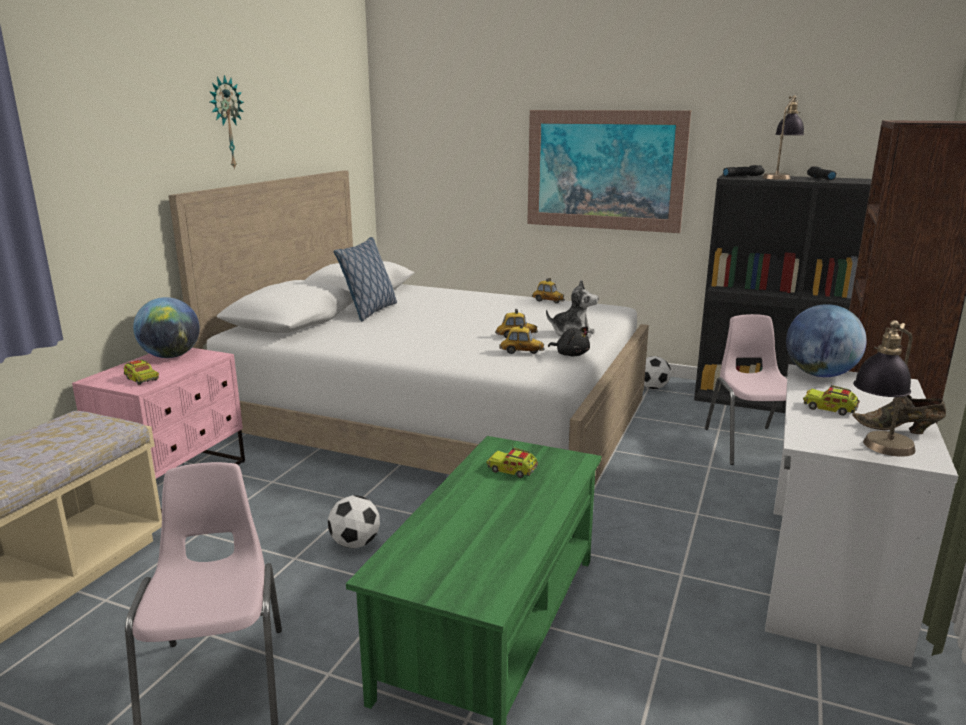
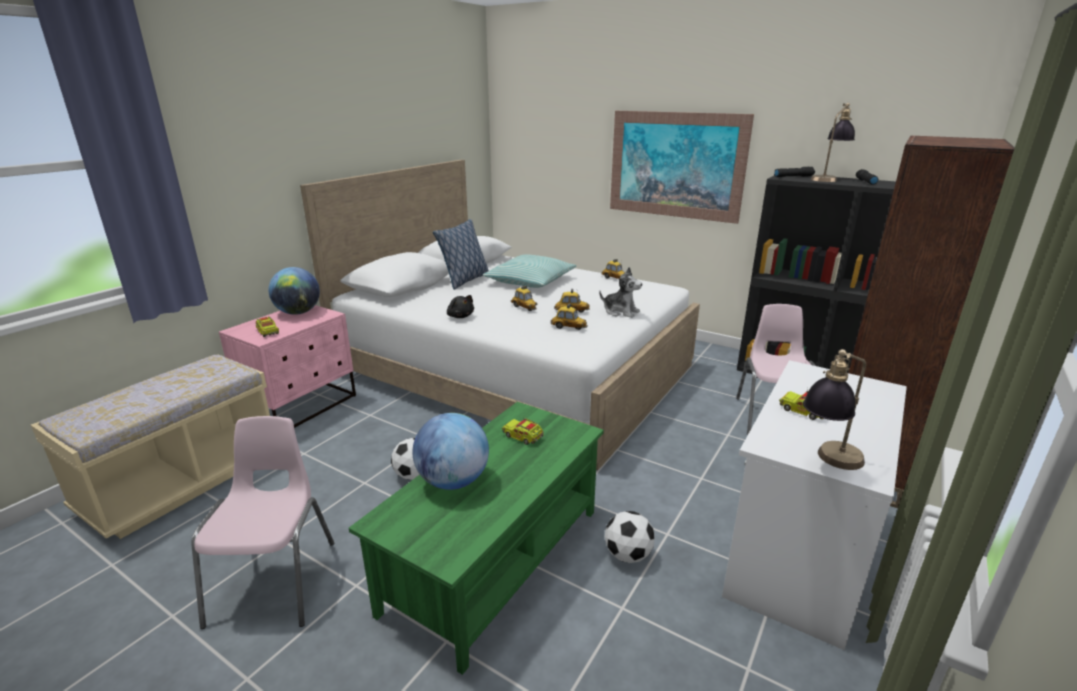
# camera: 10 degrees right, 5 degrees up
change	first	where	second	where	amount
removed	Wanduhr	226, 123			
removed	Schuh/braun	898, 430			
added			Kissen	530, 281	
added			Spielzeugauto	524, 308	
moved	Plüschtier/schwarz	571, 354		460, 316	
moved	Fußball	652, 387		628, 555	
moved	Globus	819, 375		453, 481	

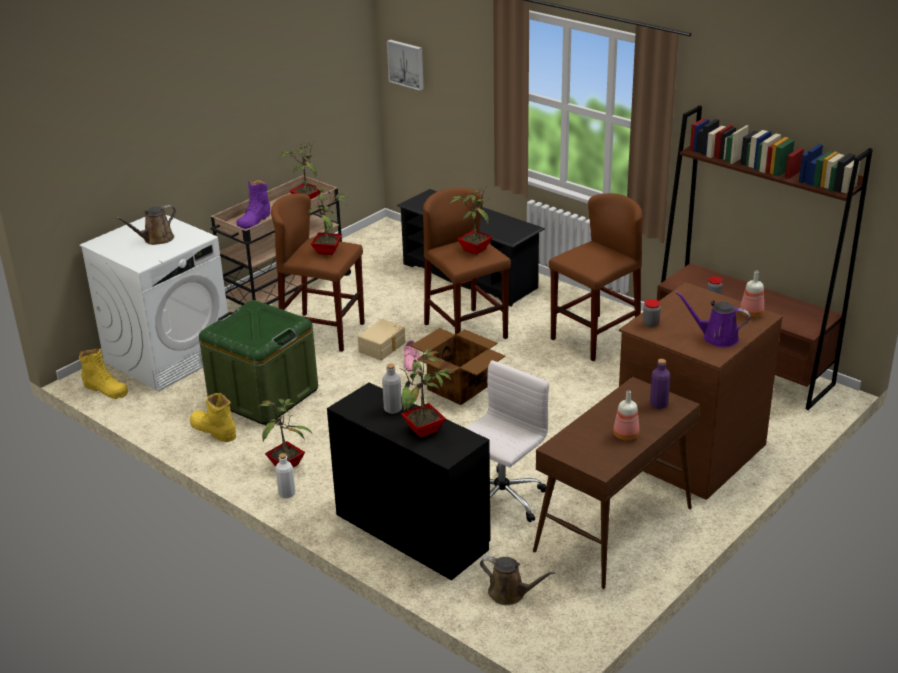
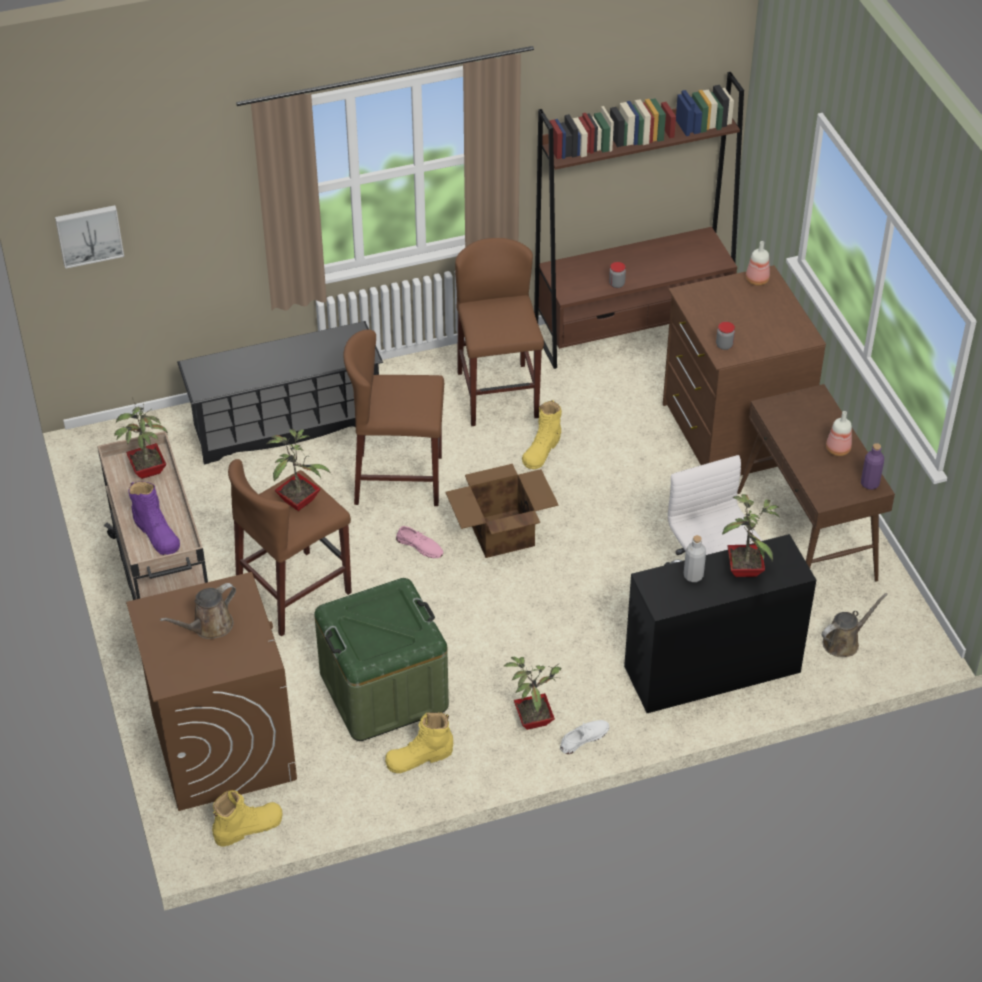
# camera: 60 degrees left, 15 degrees up
change	first	where	second	where	amount
removed	Aufbewahrungsbox/beige	383, 347			
removed	Topfpflanze	473, 249			
removed	Gießkanne/lila	716, 338			
added			Stiefel/gelb	542, 450	
moved	Flasche/lila	658, 404		869, 483	
replaced	Flasche/weiß	287, 493	Schuh/weiß	584, 738	
recoloured	Waschmaschine/weiß	169, 356	Waschmaschine/braun	222, 745	
turned	Gießkanne/braun	156, 239		209, 627	60 degrees clockwise

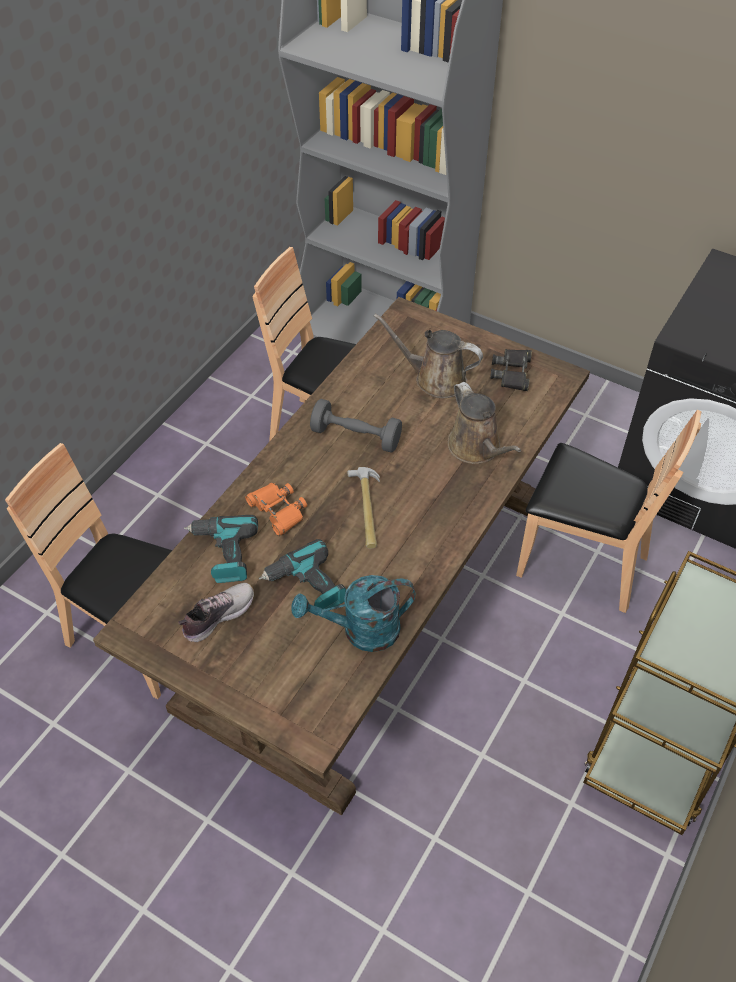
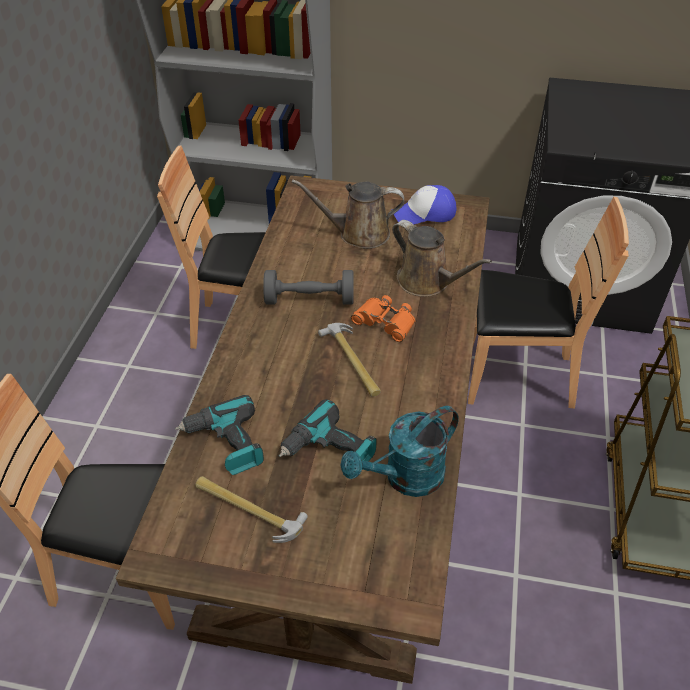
# camera: 20 degrees left, 5 degrees down
change	first	where	second	where	amount
moved	Fernglas/orange	278, 510		385, 322	
replaced	Schuh	217, 616	Hammer	248, 509	
replaced	Fernglas/schwarz	512, 373	Kappe	424, 214	

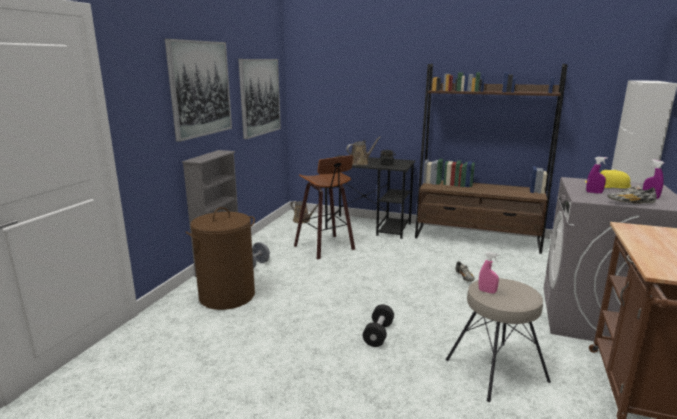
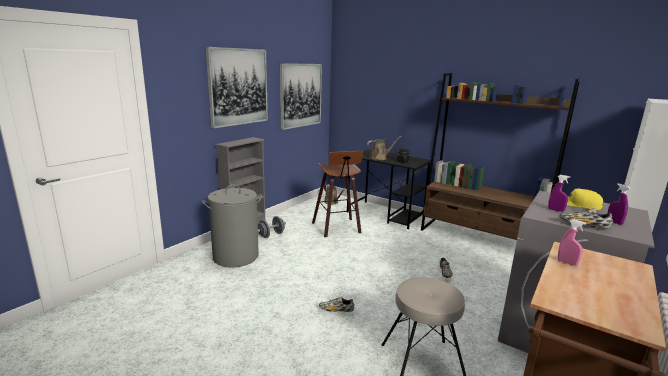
# camera: 15 degrees right, 0 degrees up
change	first	where	second	where	amount
moved	Sprühflasche/rosa	487, 291		567, 263	
replaced	Hantel/schwarz	378, 334	Schuh	336, 310	
recoloured	Wäschekorb/braun	227, 296	Wäschekorb/grau	235, 256	

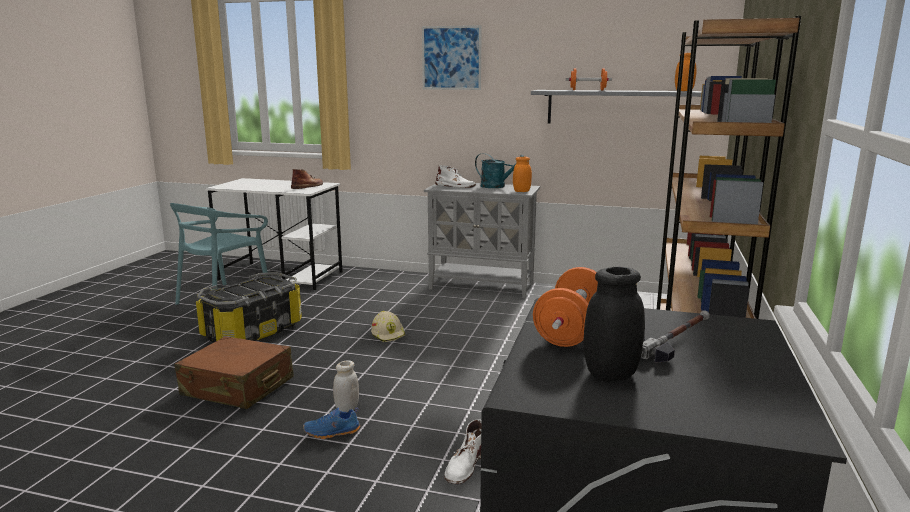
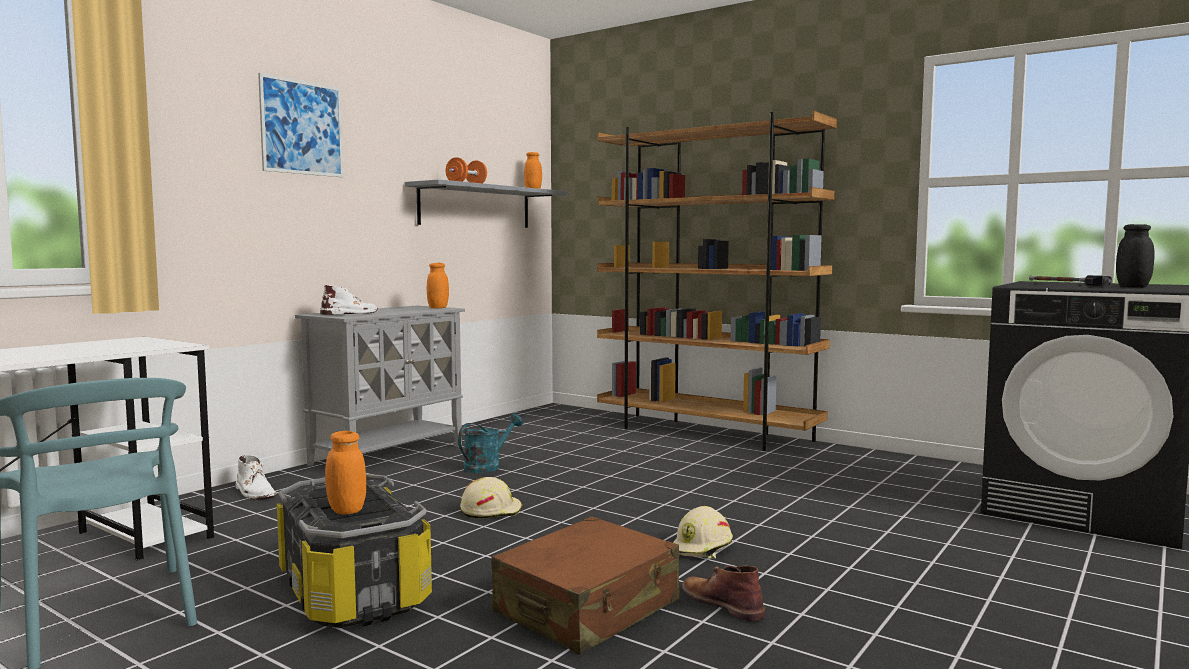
# camera: 70 degrees left, 10 degrees down
change	first	where	second	where	amount
removed	Schuh/blau	332, 433			
removed	Hantel/orange	571, 331			
added			Vorratsglas/orange	346, 510	
moved	Stiefel/braun	308, 186		722, 603	
moved	Stiefel/weiß	466, 465		255, 492	
moved	Gießkanne/türkis	497, 186		487, 466	
replaced	Vorratsglas/weiß	347, 408	Schutzhelm/beige	702, 548	

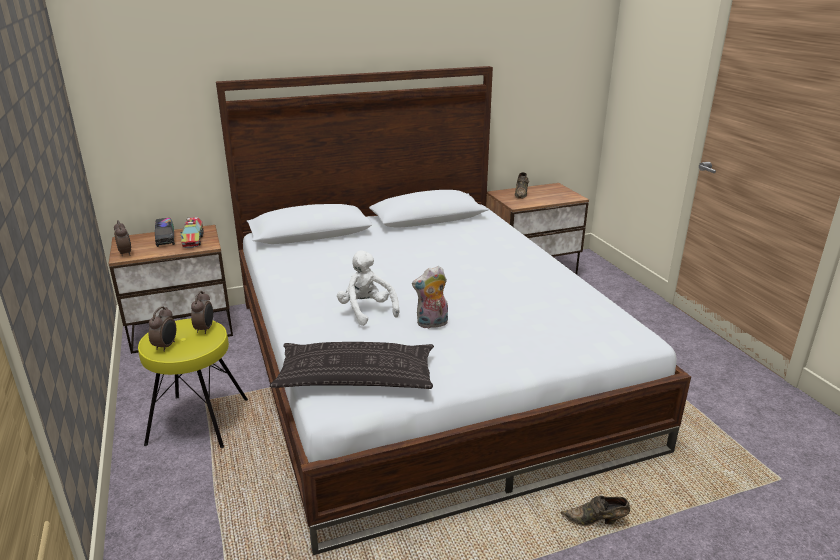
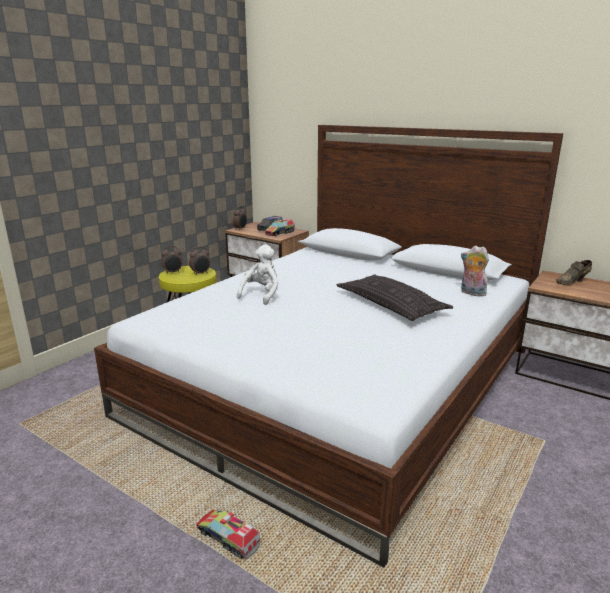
# camera: 55 degrees right, 5 degrees down
change	first	where	second	where	amount
moved	Kissen	355, 376		390, 304	
moved	Plüschtier	432, 324		471, 293	
replaced	Schuh/braun	596, 521	Spielzeuglaster	228, 538	

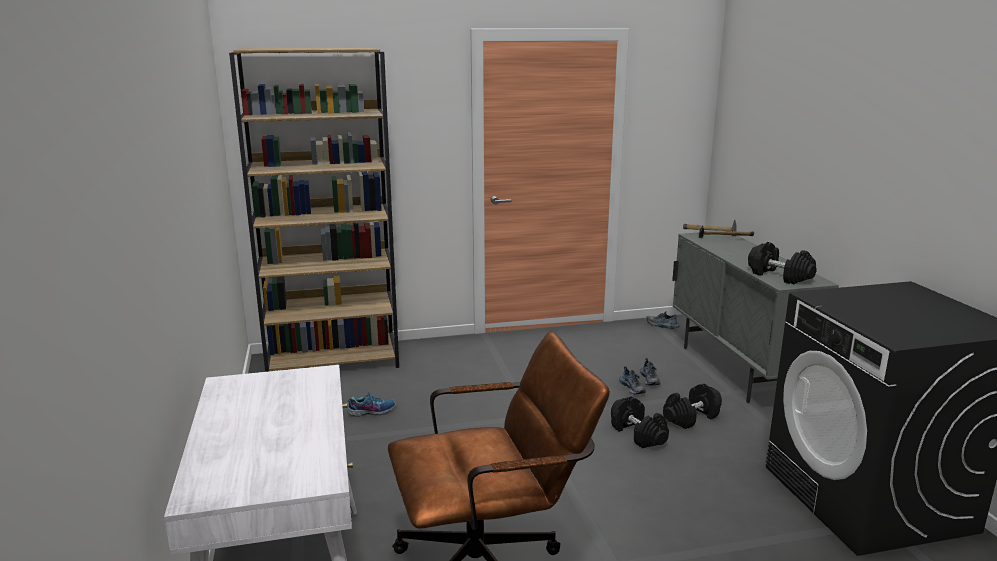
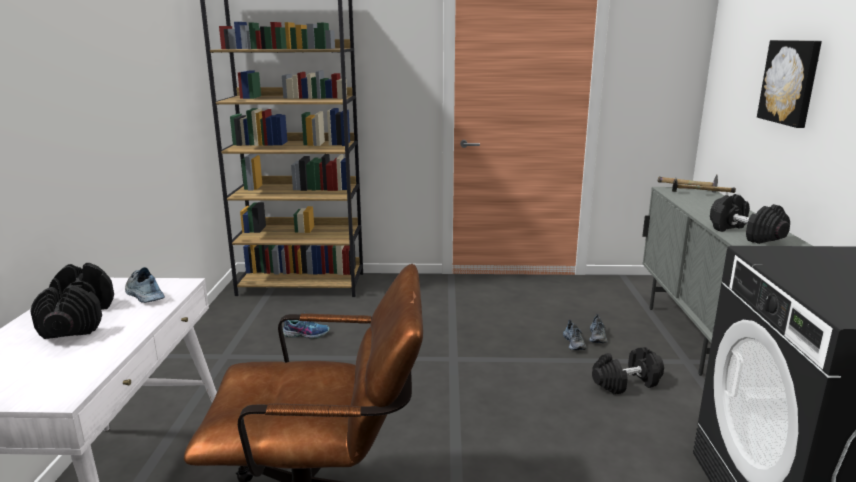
# camera: 15 degrees right, 0 degrees up
change	first	where	second	where	amount
added			Bild	791, 82	
moved	Hantel/schwarz	638, 434		79, 320	
moved	Schuh	662, 326		144, 295	

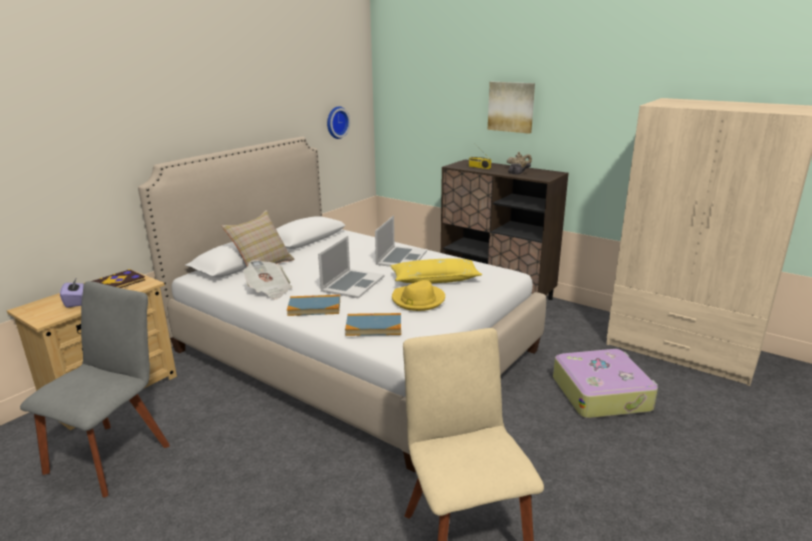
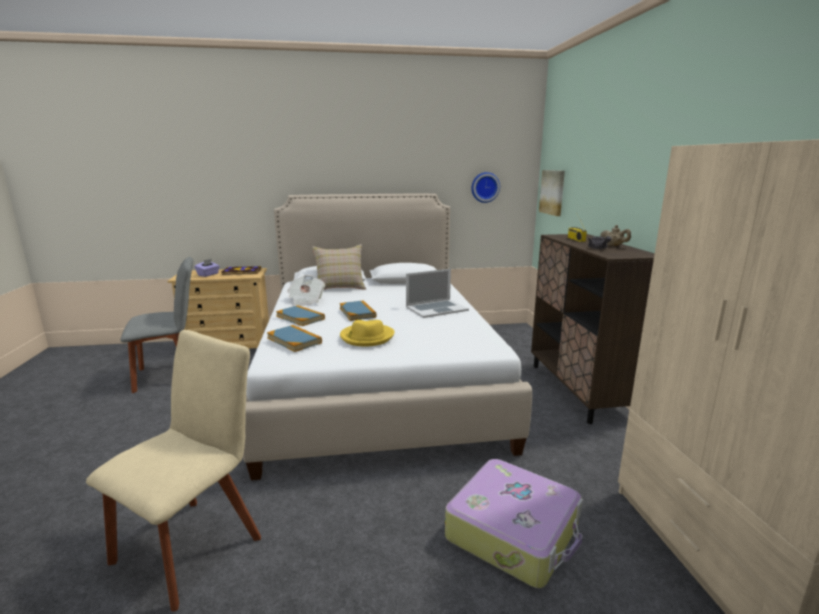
# camera: 45 degrees right, 5 degrees down
change	first	where	second	where	amount
removed	Kissen/gelb	435, 279			
moved	Bild	511, 107		553, 192	
replaced	Laptop	352, 283	Buch	357, 312	

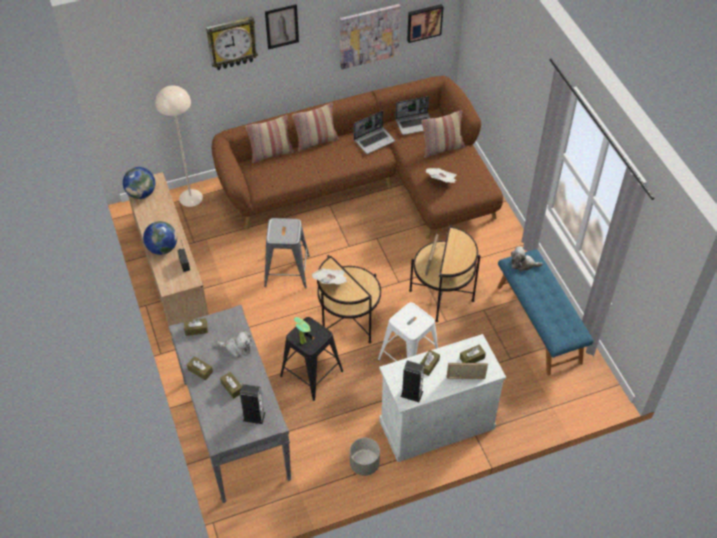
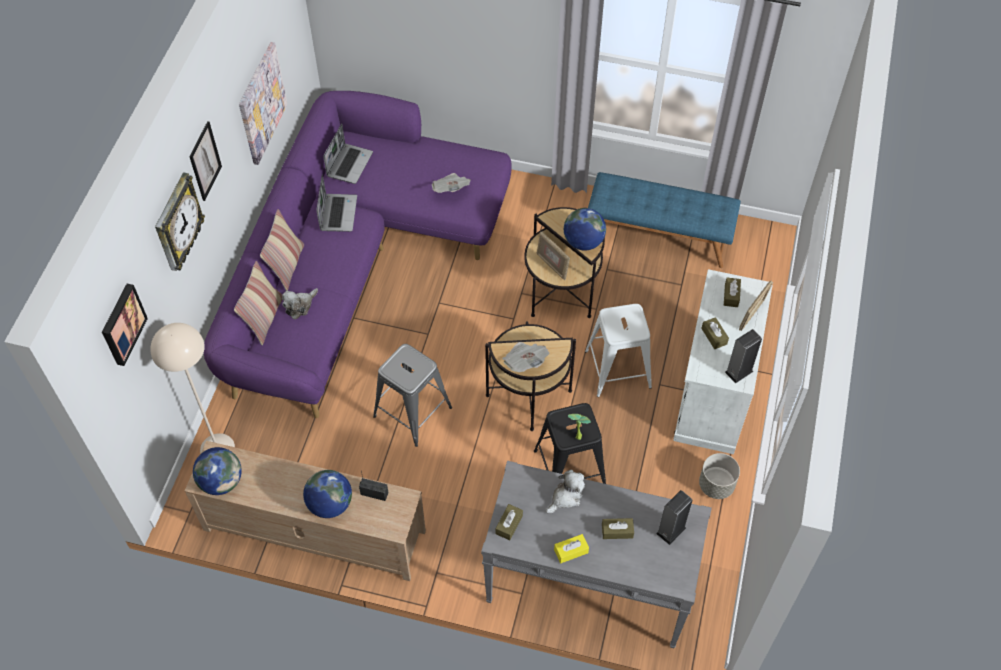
# camera: 55 degrees left, 5 degrees up
change	first	where	second	where	amount
removed	Kissen	442, 148			
added			Globus	583, 242	
moved	Bild	424, 22		121, 324	
moved	Plüschtier	523, 264		300, 306	
recoloured	Taschentuchbox/braun	200, 371	Taschentuchbox/gelb	571, 551	
recoloured	Sofa/braun	367, 182	Sofa/lila	354, 264	

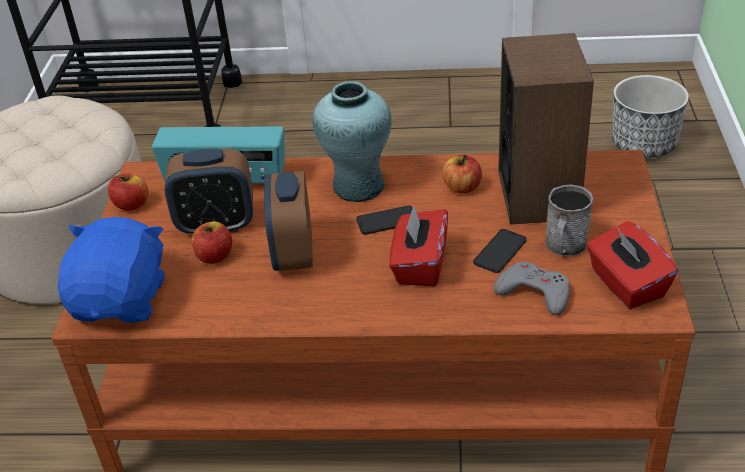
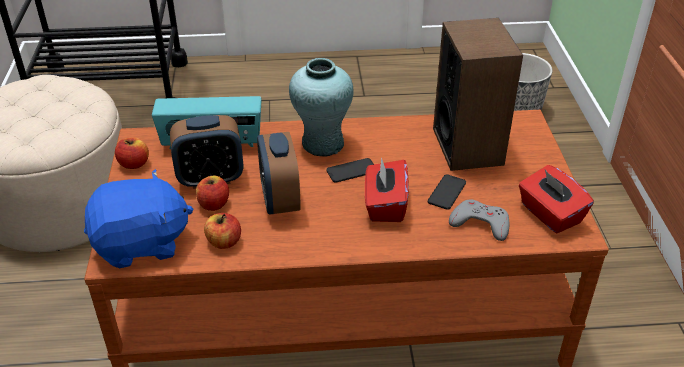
# camera: 10 degrees left, 0 degrees up
change	first	where	second	where	amount
removed	Henkelbecher/grau	564, 247			
moved	Apfel	462, 187		224, 242	
turned	Plüschtier/blau	123, 300		141, 244	75 degrees clockwise

